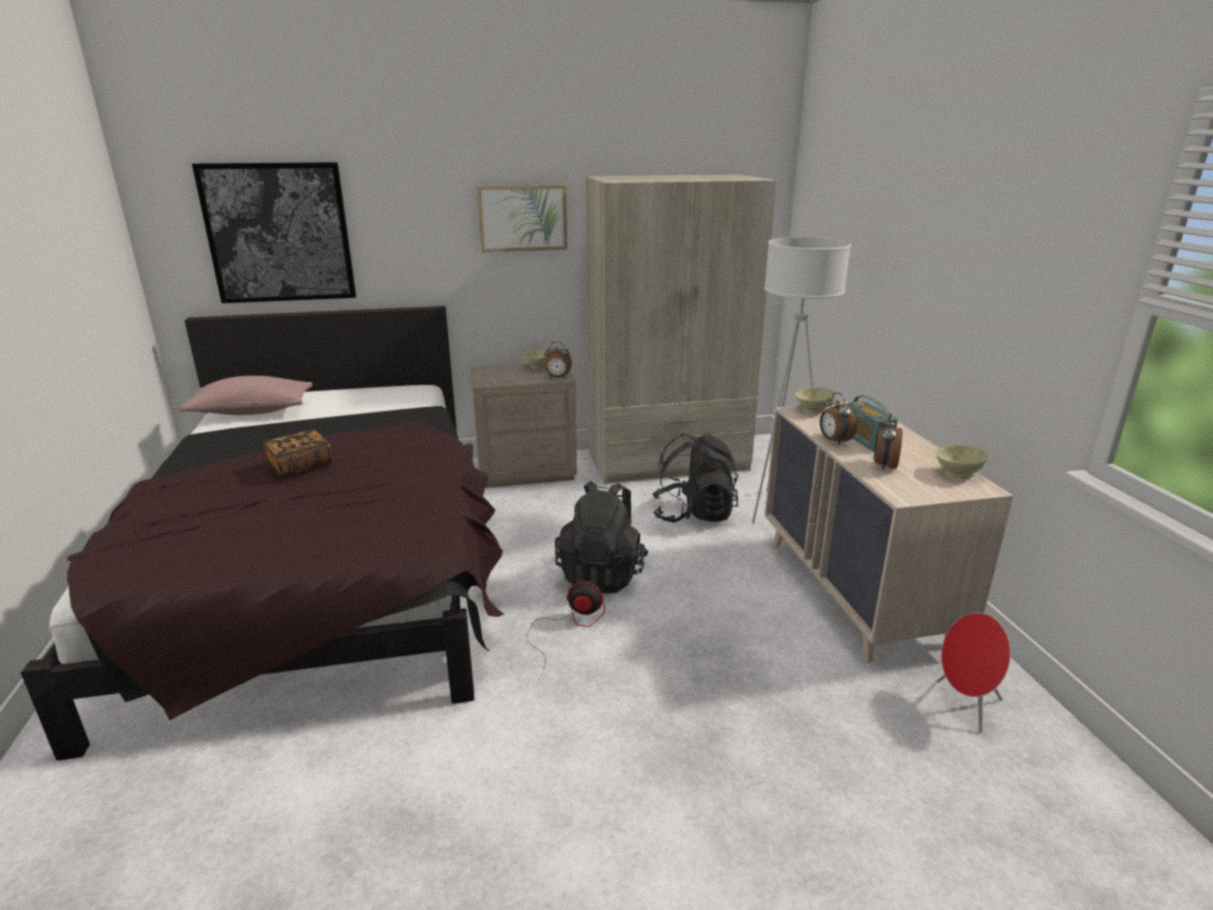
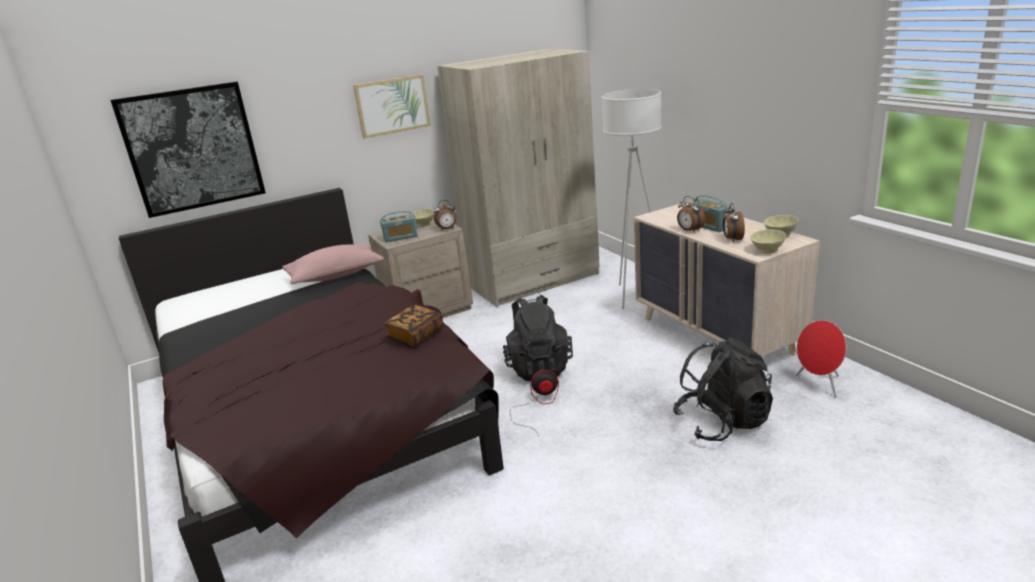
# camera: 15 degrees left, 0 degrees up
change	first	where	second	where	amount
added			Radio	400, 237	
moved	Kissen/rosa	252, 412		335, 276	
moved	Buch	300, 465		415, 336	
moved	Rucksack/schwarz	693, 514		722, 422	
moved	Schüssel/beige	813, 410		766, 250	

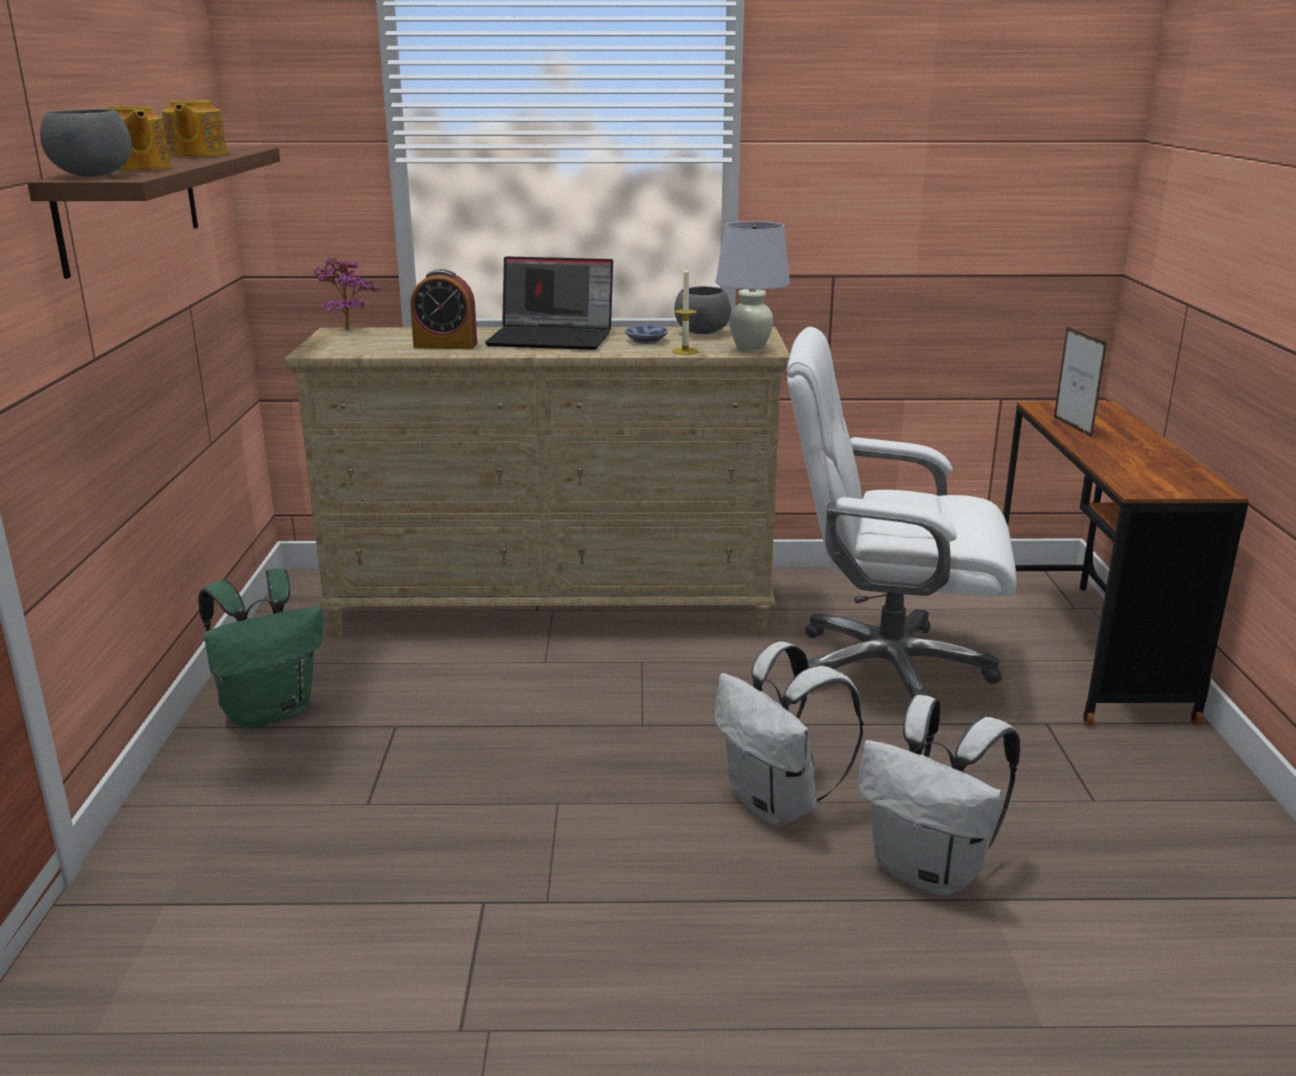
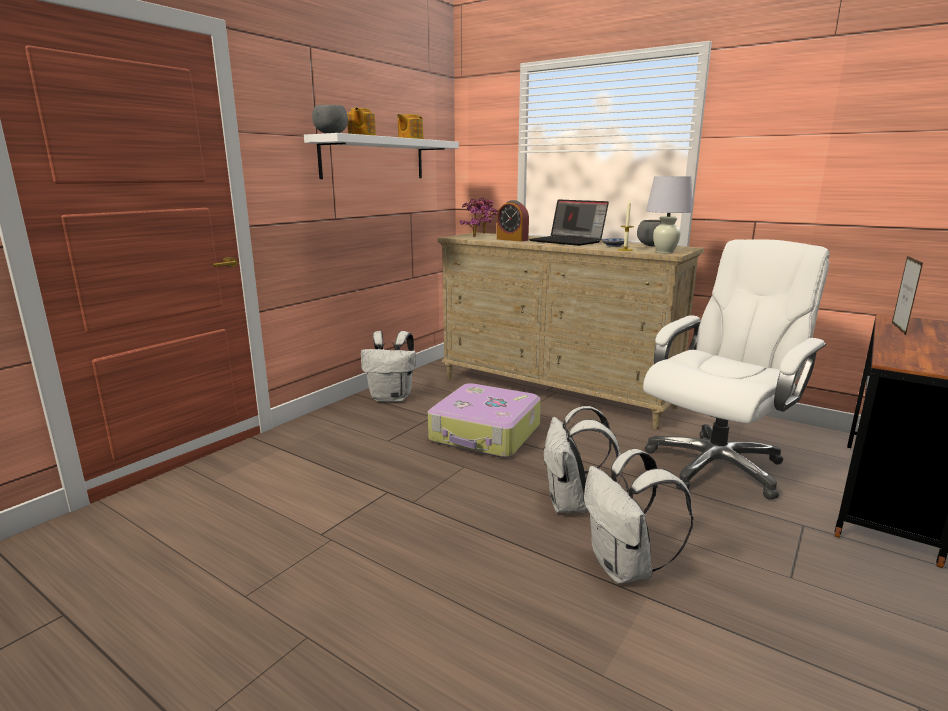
# camera: 35 degrees right, 5 degrees down
change	first	where	second	where	amount
added			Koffer	485, 434	
added			Topfpflanze	475, 236	
recoloured	Wandregal/braun	131, 206	Wandregal/weiß	374, 159	
recoloured	Rucksack/grün	270, 711	Rucksack/weiß	392, 398	
turned	Bürostuhl/weiß	886, 670		715, 465	90 degrees clockwise

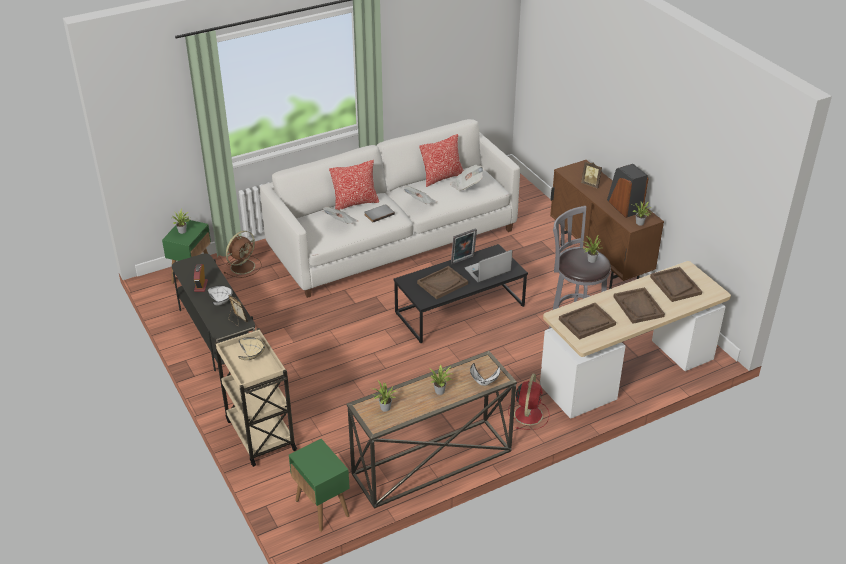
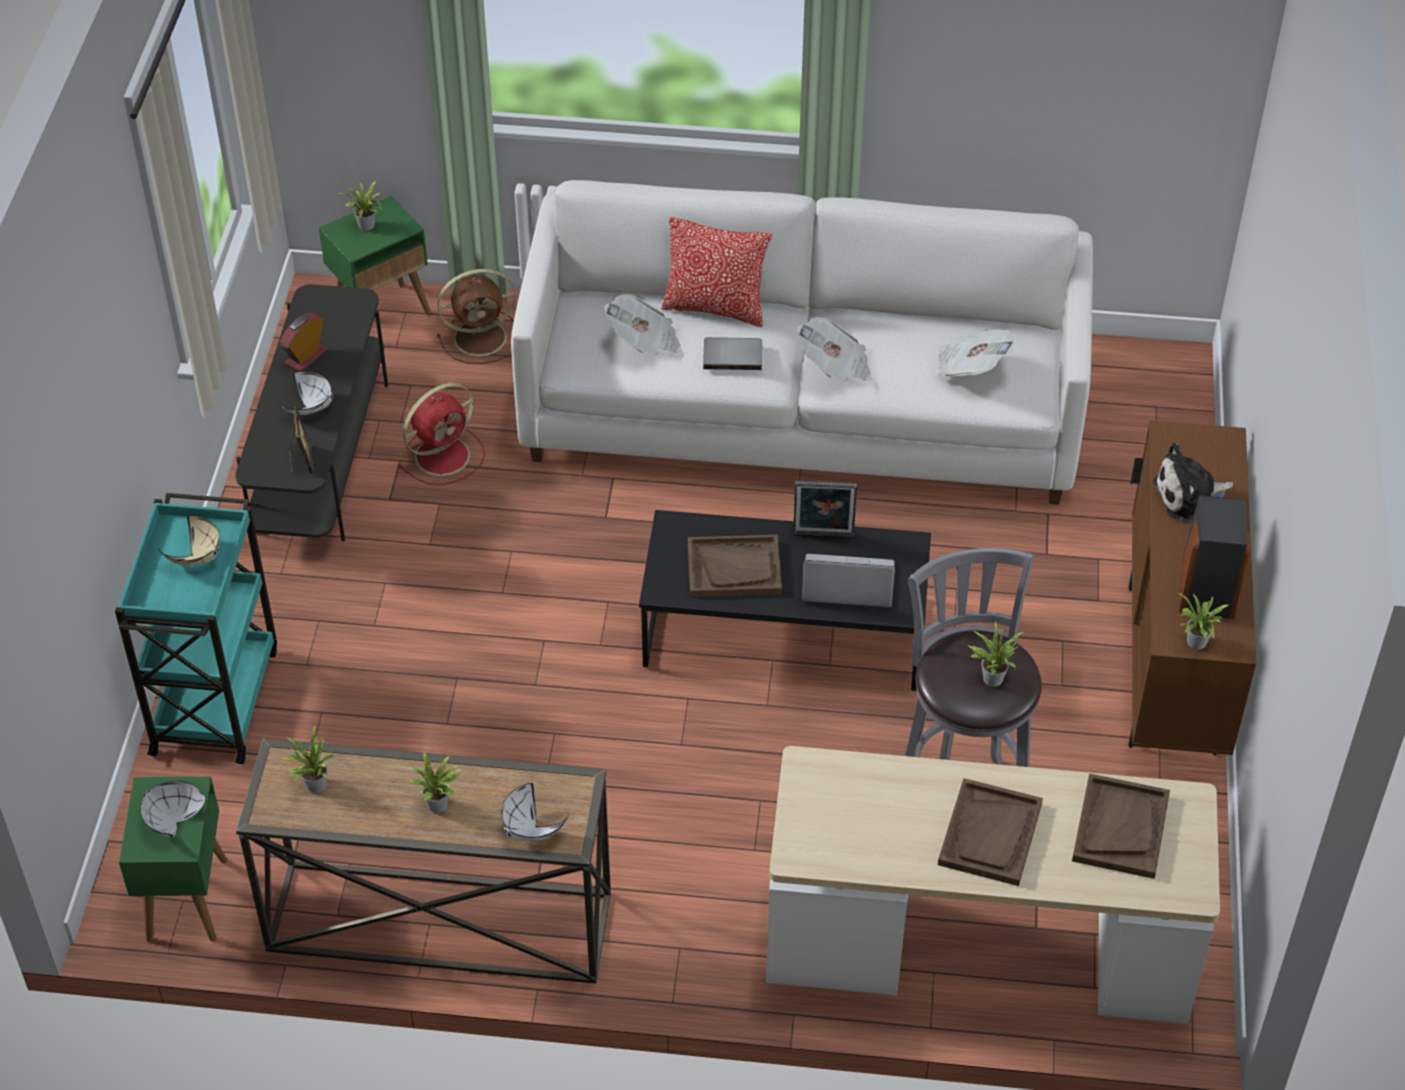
# camera: 35 degrees right, 10 degrees up
change	first	where	second	where	amount
removed	Kissen	442, 177			
removed	Tablett/braun	587, 322			
added			Schüssel/weiß	171, 820	
moved	Ventilator/rot	528, 414		444, 455	
replaced	Bilderrahmen	591, 184	Plüschtier	1190, 496	
recoloured	Rollwagen/beige	260, 434	Rollwagen/türkis	216, 698	

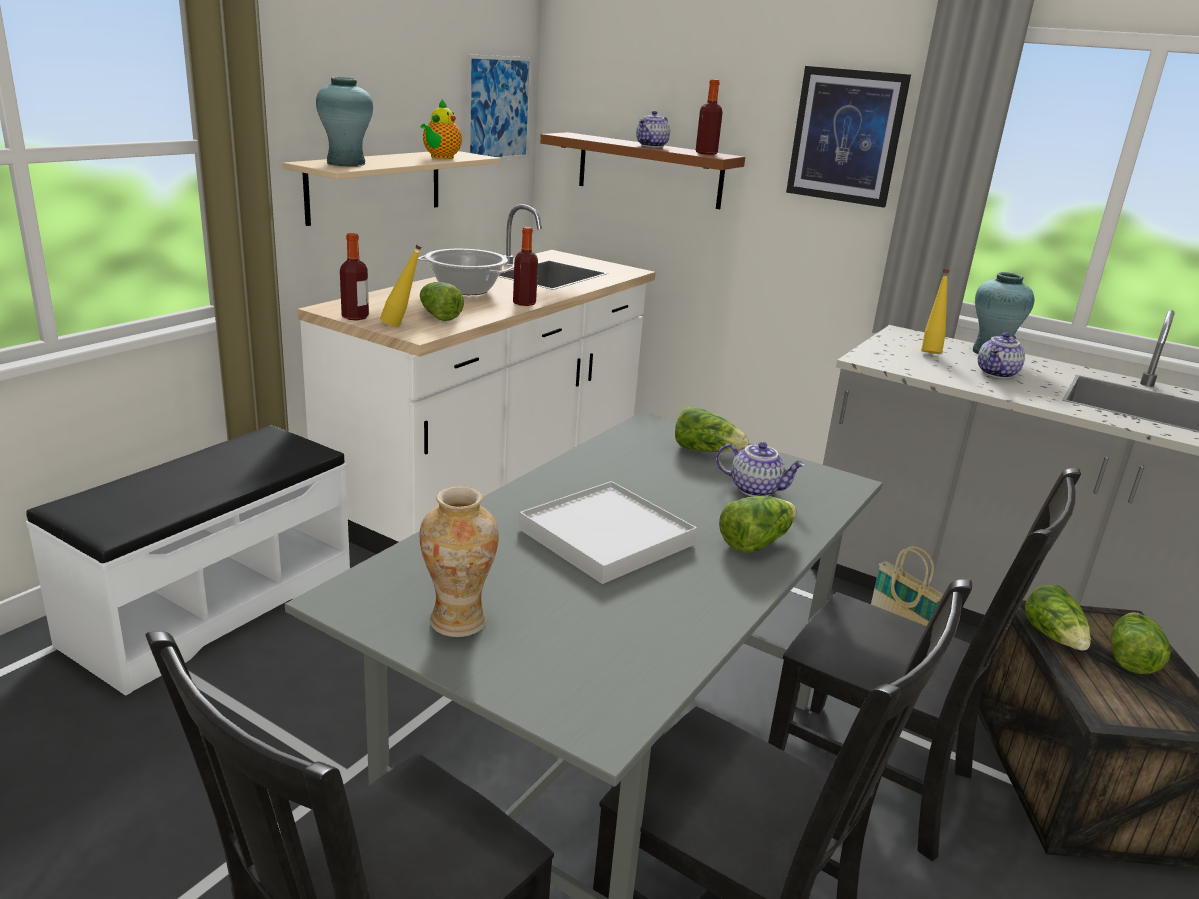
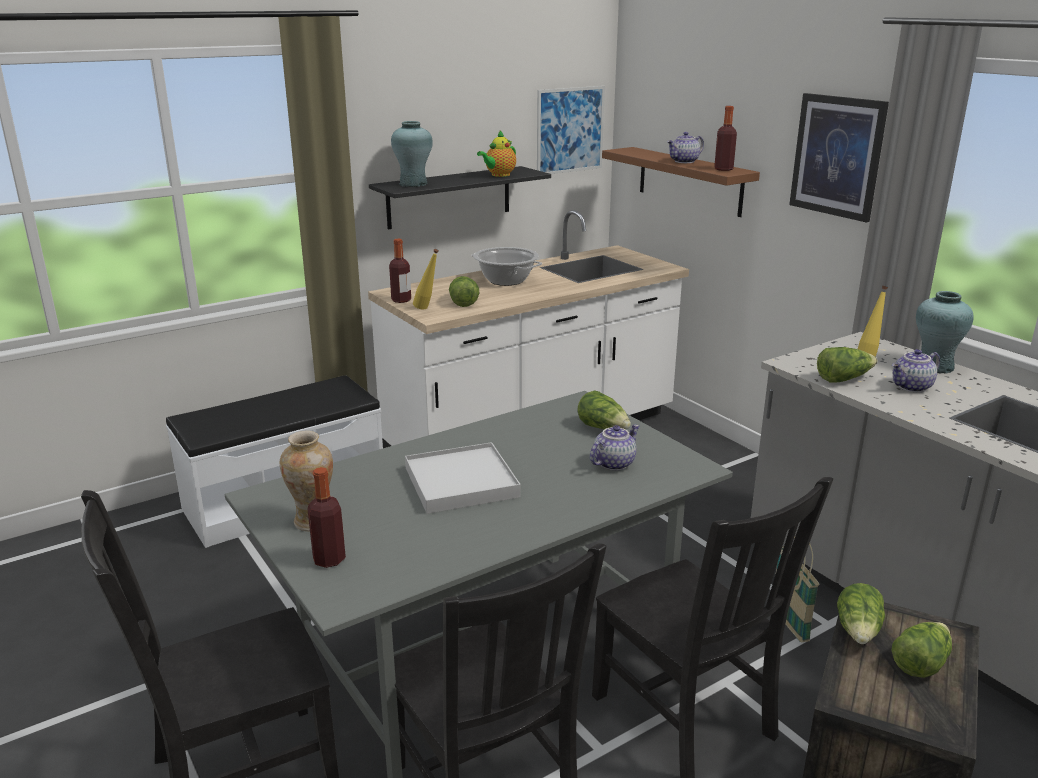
# camera: 25 degrees right, 0 degrees up
change	first	where	second	where	amount
moved	Flasche	524, 303		329, 559	
moved	Salatkopf	755, 542		843, 379	
recoloured	Wandregal/beige	375, 185	Wandregal/schwarz	449, 197	
turned	Teekanne	756, 489		613, 463	90 degrees counterclockwise

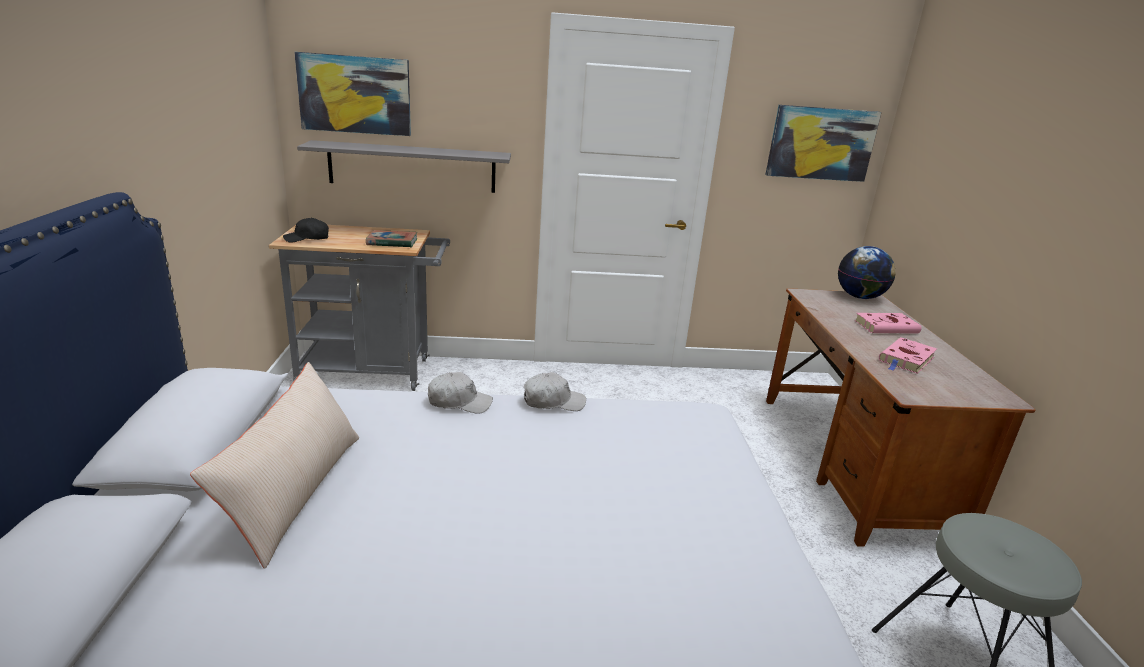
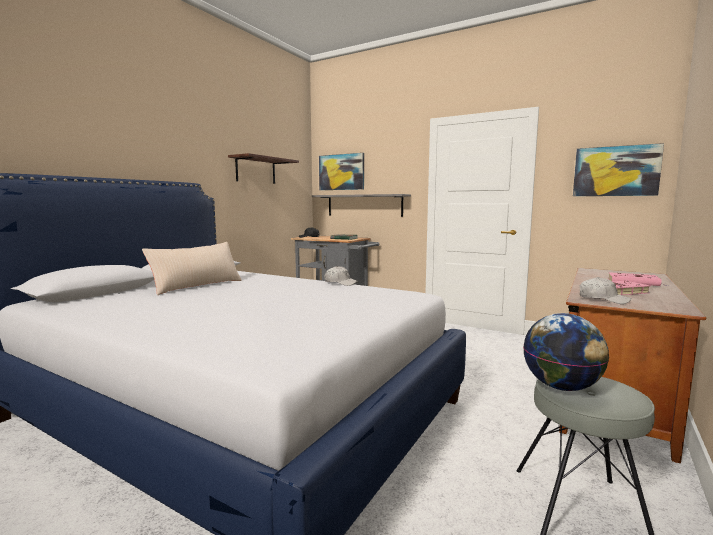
# camera: 35 degrees right, 15 degrees down
change	first	where	second	where	amount
added			Wandregal	256, 170	
moved	Kappe/weiß	459, 402		602, 299	
moved	Globus	860, 297		561, 387	

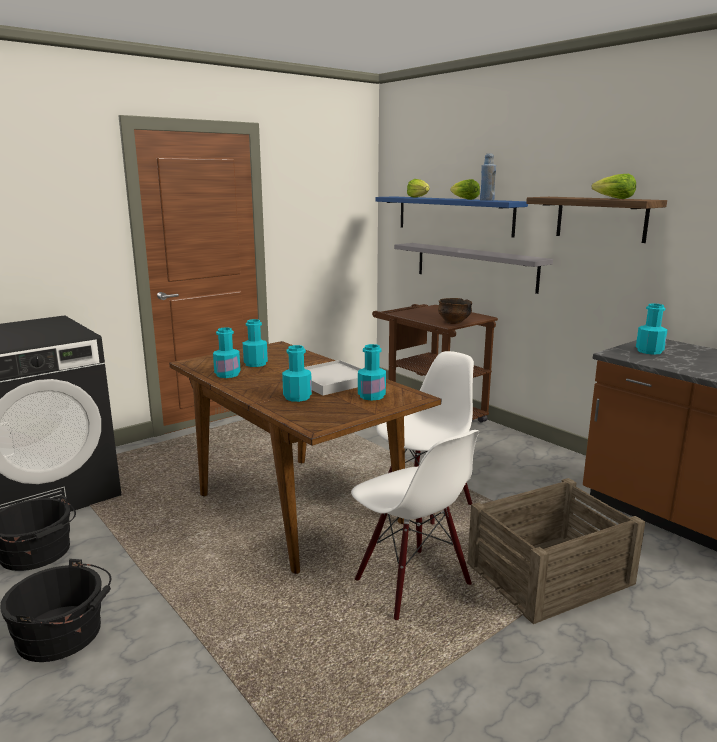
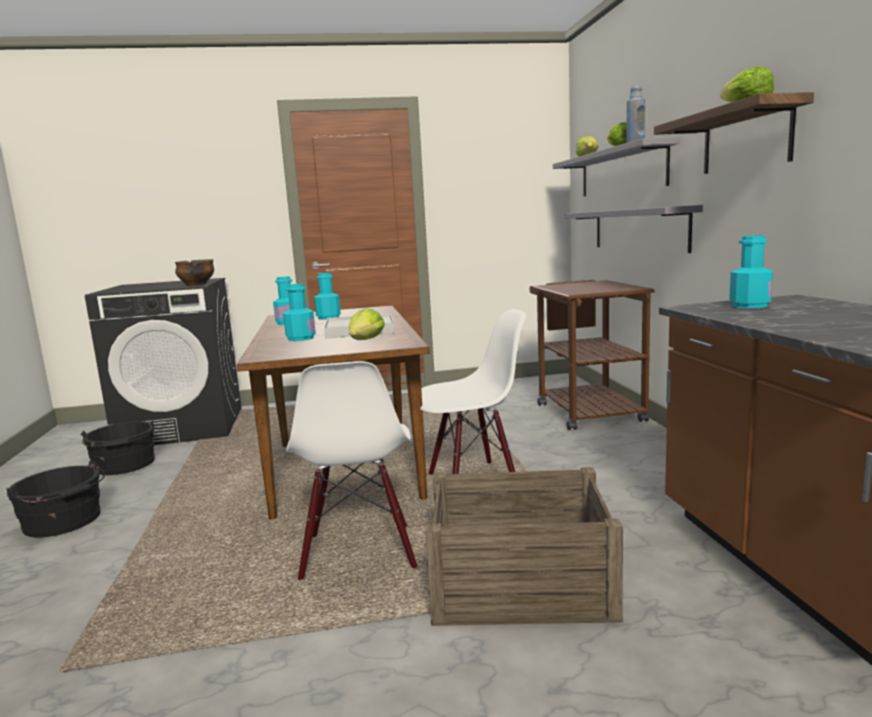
# camera: 30 degrees right, 5 degrees down
change	first	where	second	where	amount
moved	Schüssel	453, 322		196, 285	
replaced	Flasche/türkis	371, 396	Salatkopf	366, 341	
recoloured	Wandregal/blau	453, 215	Wandregal/grau	621, 171	

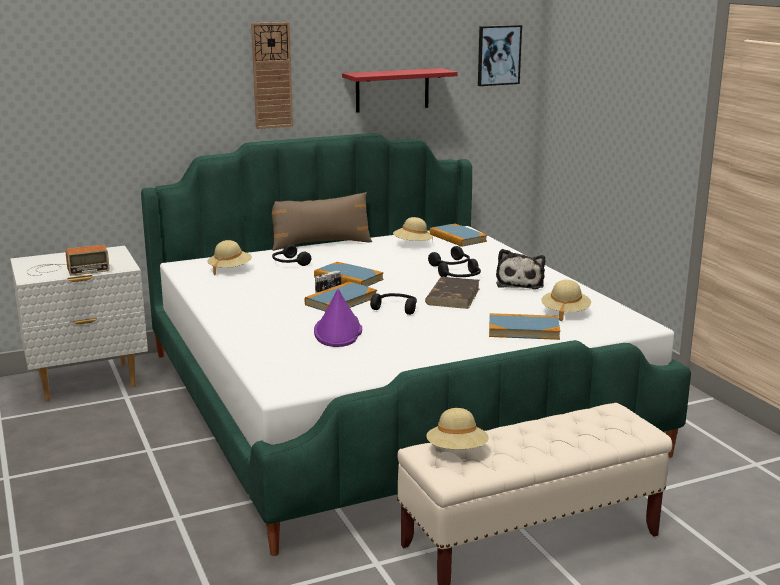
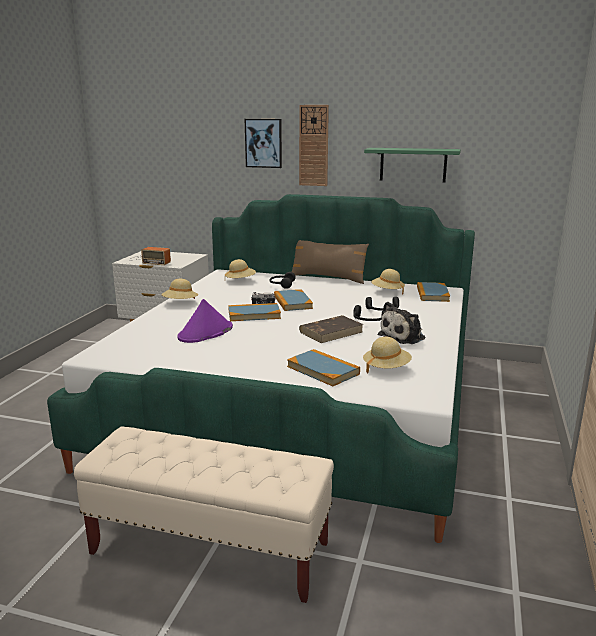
# camera: 40 degrees right, 0 degrees up
change	first	where	second	where	amount
removed	Kopfhörer/schwarz	396, 308			
moved	Hut/beige	457, 451		180, 303	
moved	Bild	498, 55		263, 143	
recoloured	Wandregal/rot	392, 90	Wandregal/grün	413, 165	

